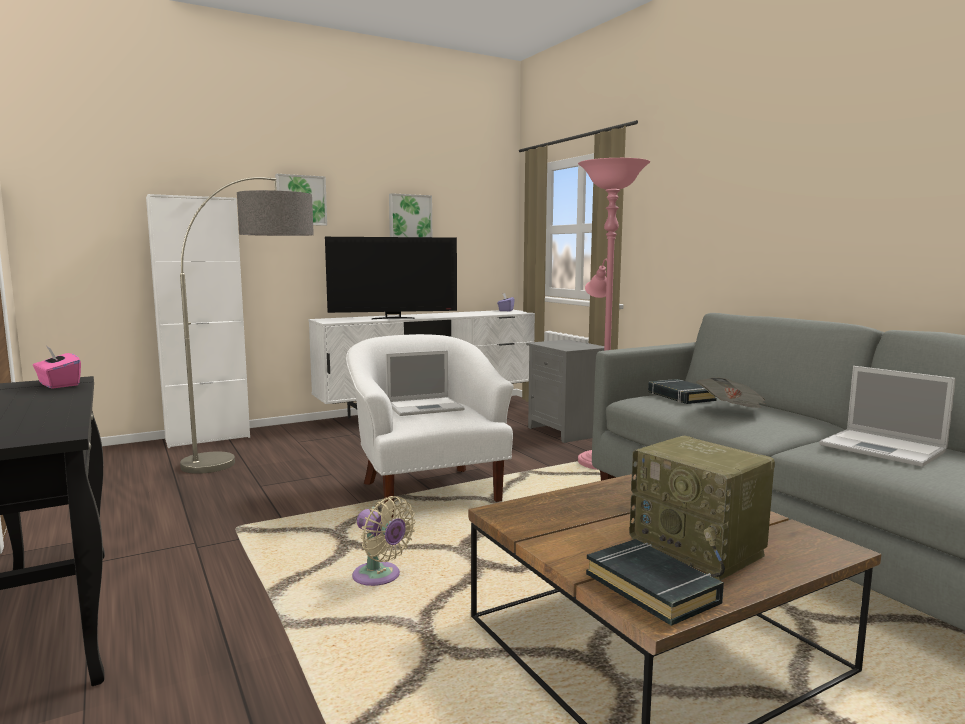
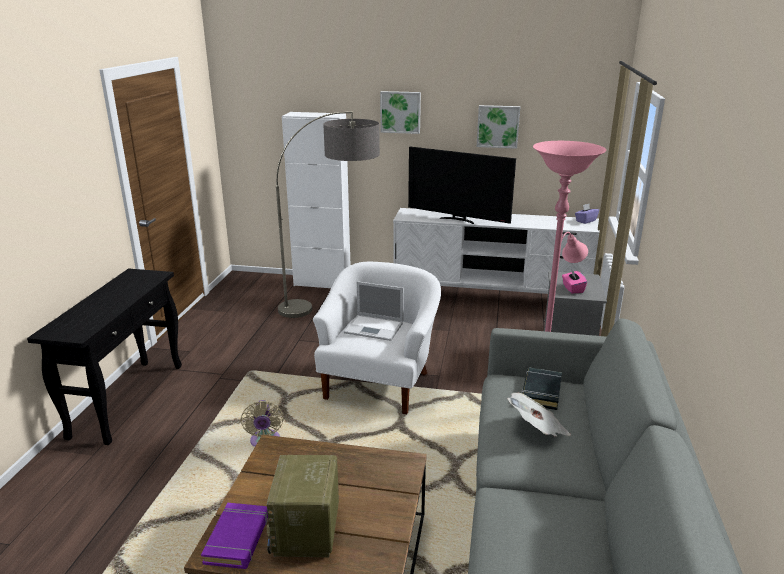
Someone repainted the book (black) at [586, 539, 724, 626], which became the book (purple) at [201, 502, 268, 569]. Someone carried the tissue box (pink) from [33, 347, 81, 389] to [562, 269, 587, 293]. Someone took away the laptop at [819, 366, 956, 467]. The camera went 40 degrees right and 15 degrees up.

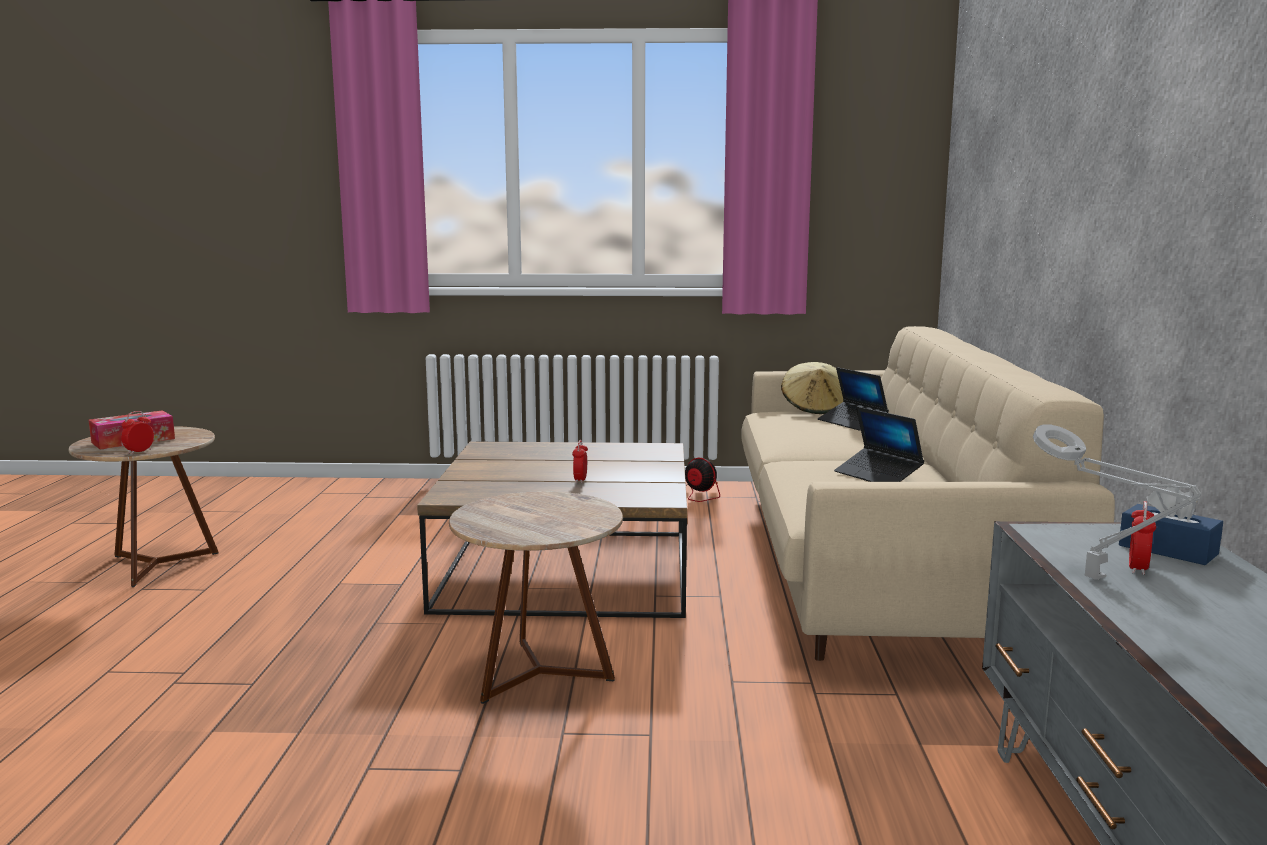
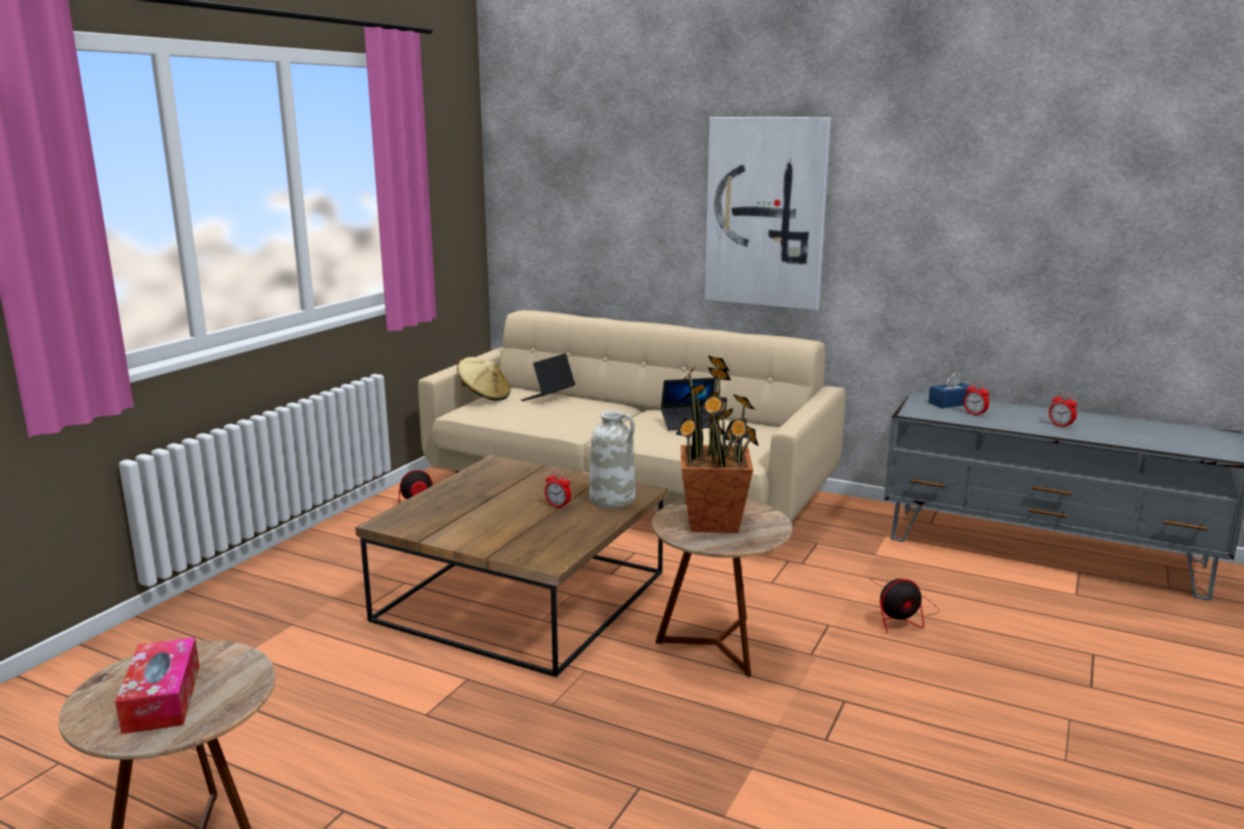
Someone rotated the laptop at [818, 367, 889, 431] by 135 degrees clockwise. Someone put down the vase (white) at [589, 411, 635, 508]. Someone put down the potted plant at [675, 356, 759, 533]. Someone put up the picture at [705, 117, 831, 310]. Someone put down the fan at [872, 579, 939, 634]. Someone carried the alarm clock from [121, 411, 154, 454] to [1049, 392, 1077, 428]. Someone took away the table lamp (grey) at [1033, 424, 1201, 580]. The camera went 65 degrees left and 5 degrees up.

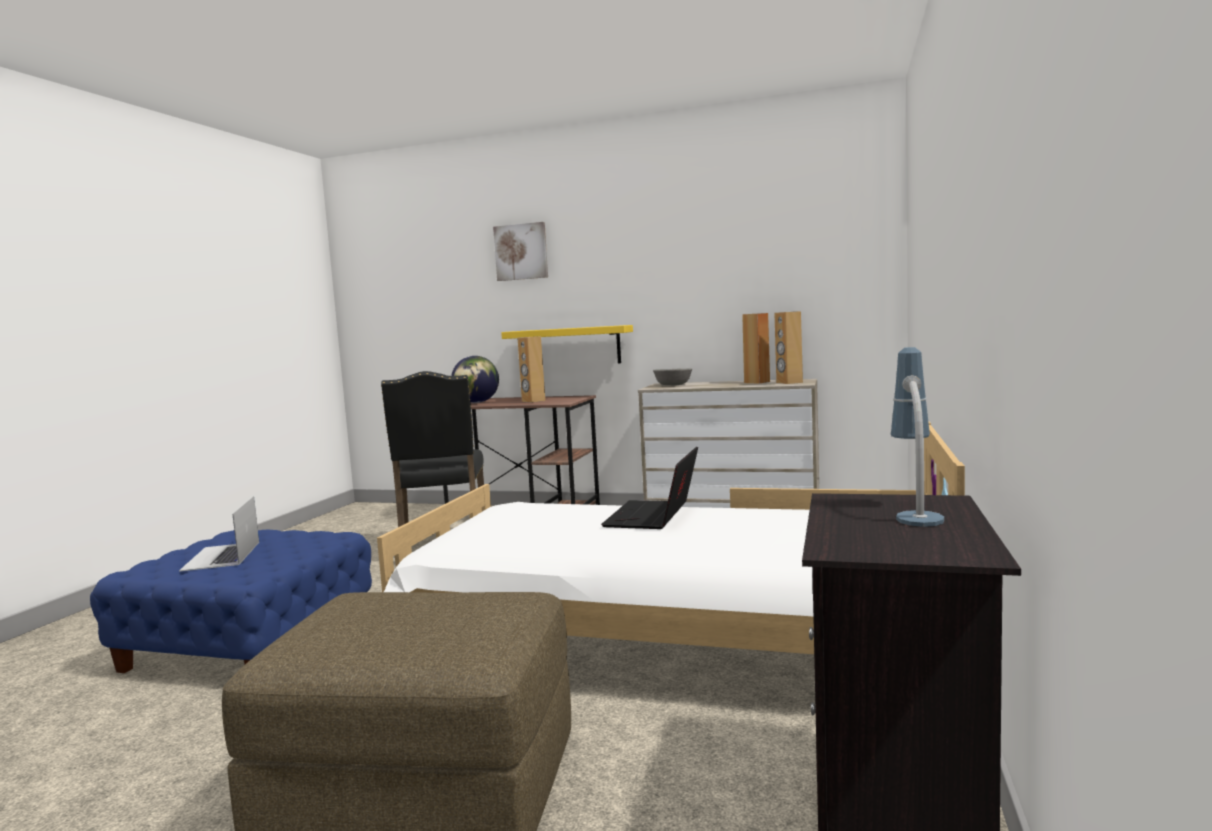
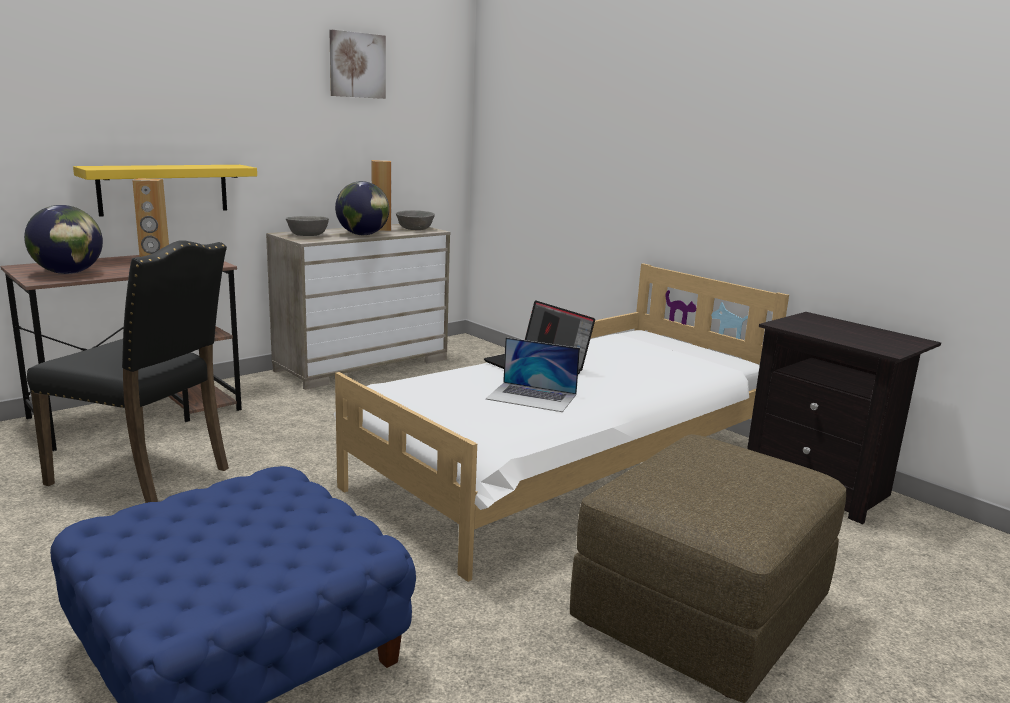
Someone carried the picture from [493, 222, 548, 281] to [329, 30, 386, 99]. Someone put down the globe at [335, 181, 389, 235]. Someone swapped the speaker (brown) at [774, 311, 803, 384] for the bowl (grey) at [396, 210, 435, 230]. Someone carried the laptop from [179, 496, 259, 572] to [486, 337, 580, 412]. Someone took away the table lamp at [891, 347, 944, 527]. The camera went 60 degrees left and 10 degrees up.

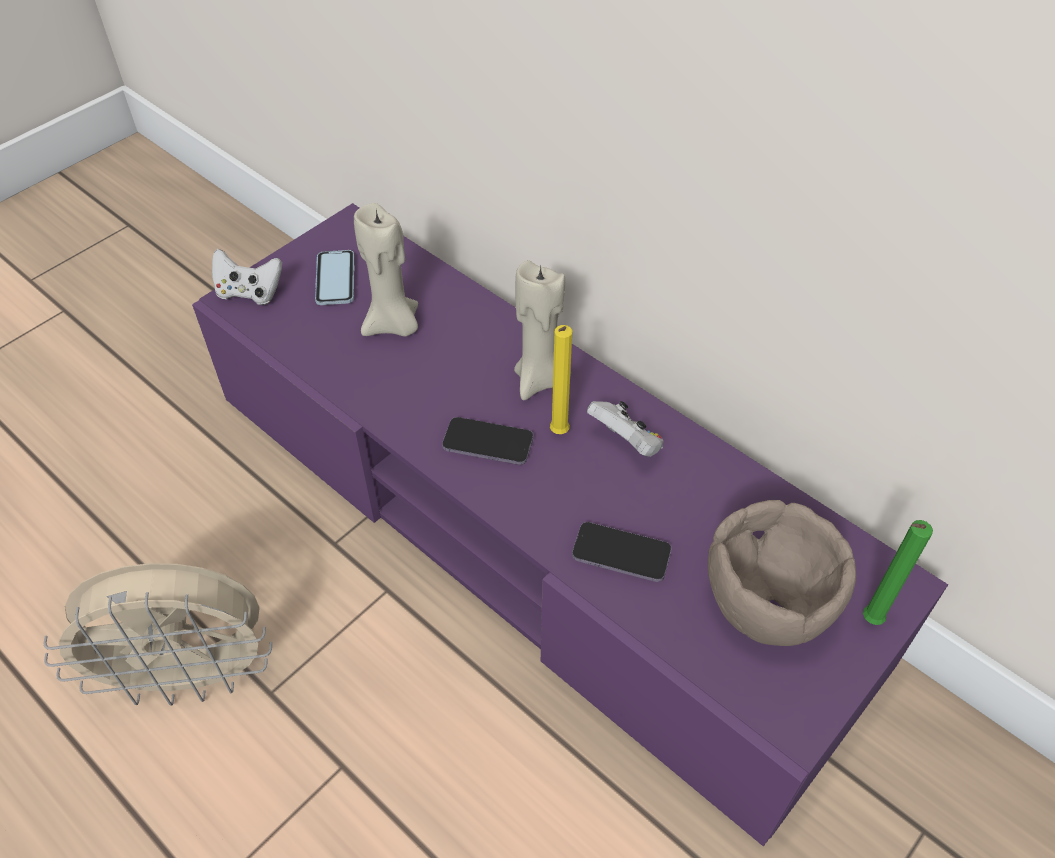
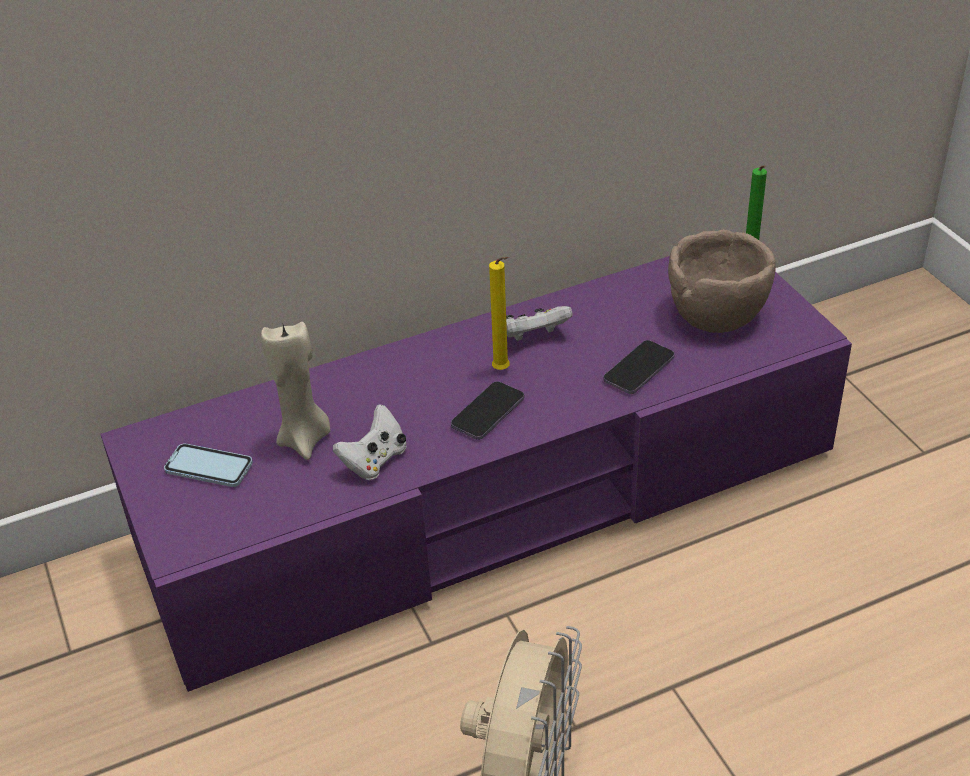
Someone carried the game controller (white) from [212, 249, 282, 305] to [333, 404, 406, 480]. Someone took away the candle (beige) at [514, 260, 571, 400]. The camera went 65 degrees left and 10 degrees down.

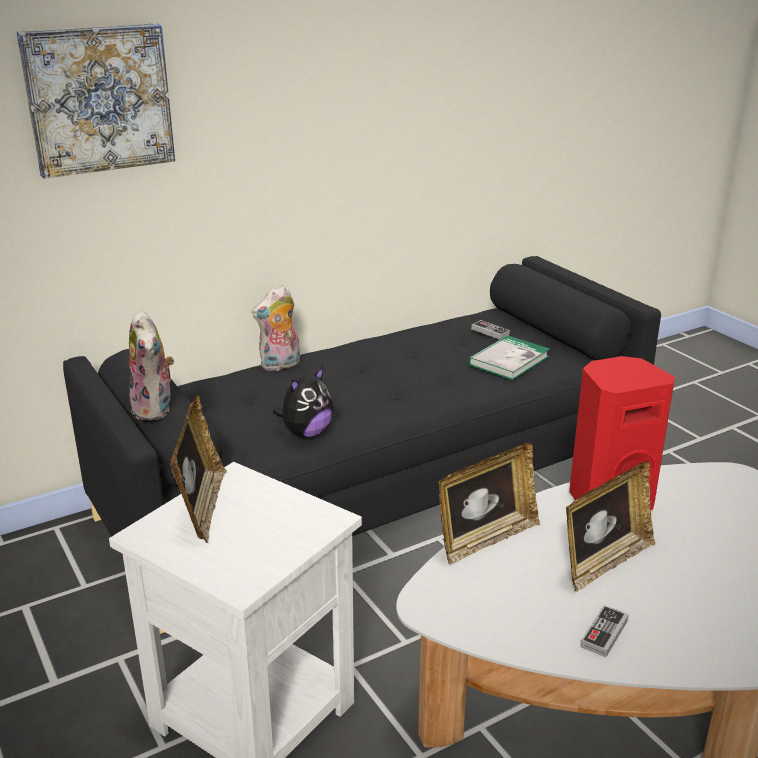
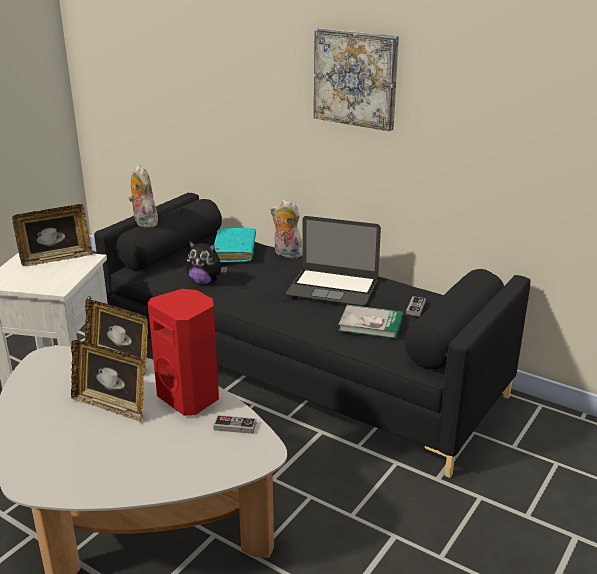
Someone rotated the plush toy at [129, 309, 174, 421] by 105 degrees clockwise. Someone carried the game controller from [580, 605, 629, 657] to [213, 415, 256, 434]. Someone put down the book (turquoise) at [214, 228, 256, 262]. Someone put down the laptop at [286, 216, 381, 306]. Someone carried the picture from [16, 23, 175, 179] to [314, 28, 399, 131]. The camera went 65 degrees right and 0 degrees up.

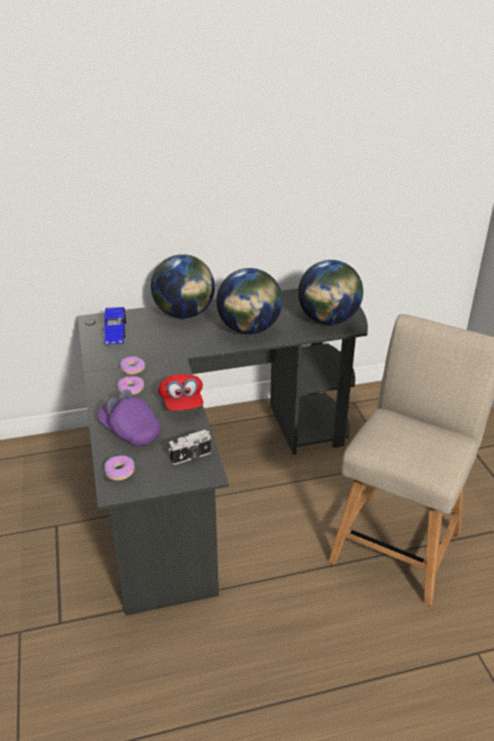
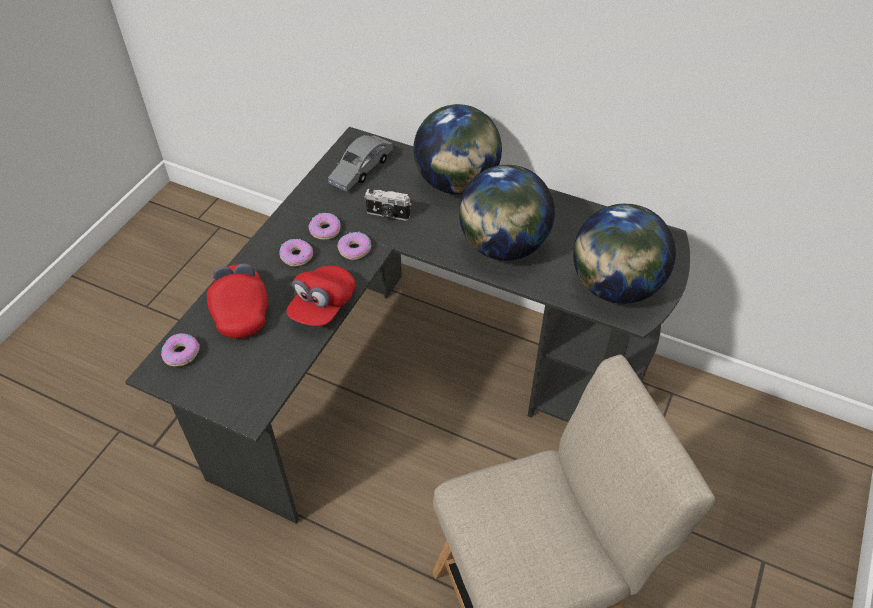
Someone repainted the cap (purple) at [98, 390, 161, 446], which became the cap (red) at [207, 264, 268, 338]. Someone repainted the toy car (blue) at [102, 307, 126, 345], which became the toy car (grey) at [328, 135, 393, 192]. Someone put down the donut at [337, 231, 371, 260]. Someone carried the photo camera from [168, 430, 212, 465] to [365, 189, 411, 221]. The camera went 40 degrees right and 15 degrees up.

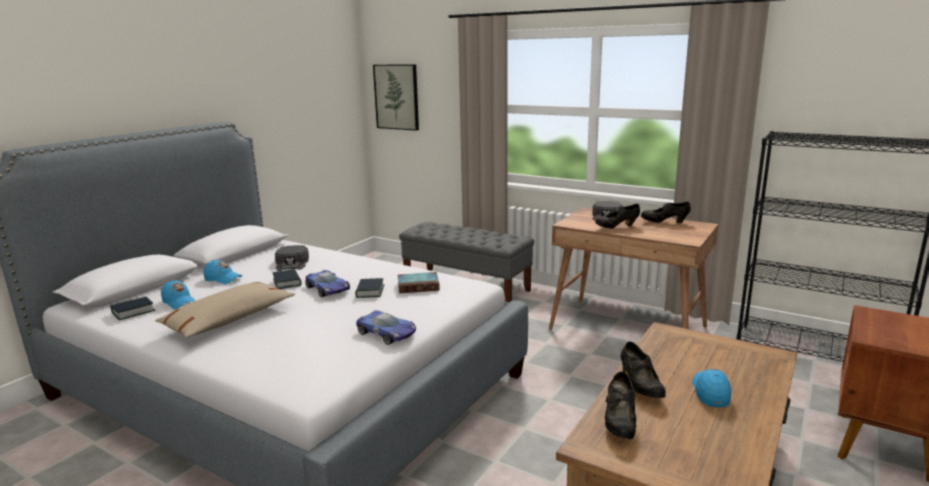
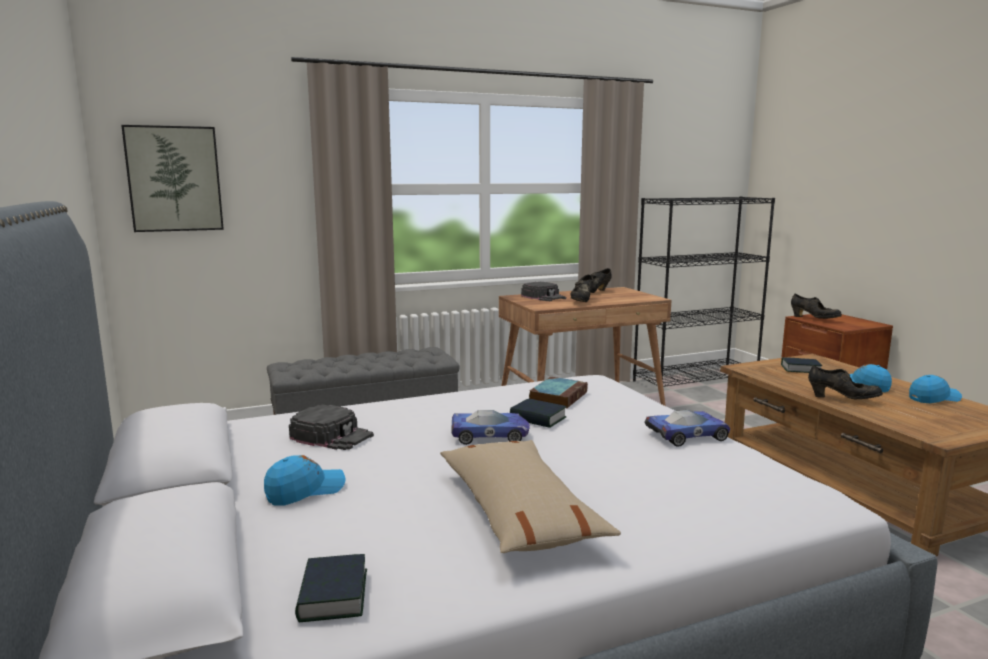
Someone carried the book from [272, 269, 301, 289] to [781, 357, 822, 373]. Someone carried the shoe (black) from [605, 372, 636, 439] to [791, 294, 842, 319]. Someone carried the cap (blue) from [161, 280, 196, 309] to [909, 375, 962, 403]. The camera went 55 degrees left and 5 degrees down.

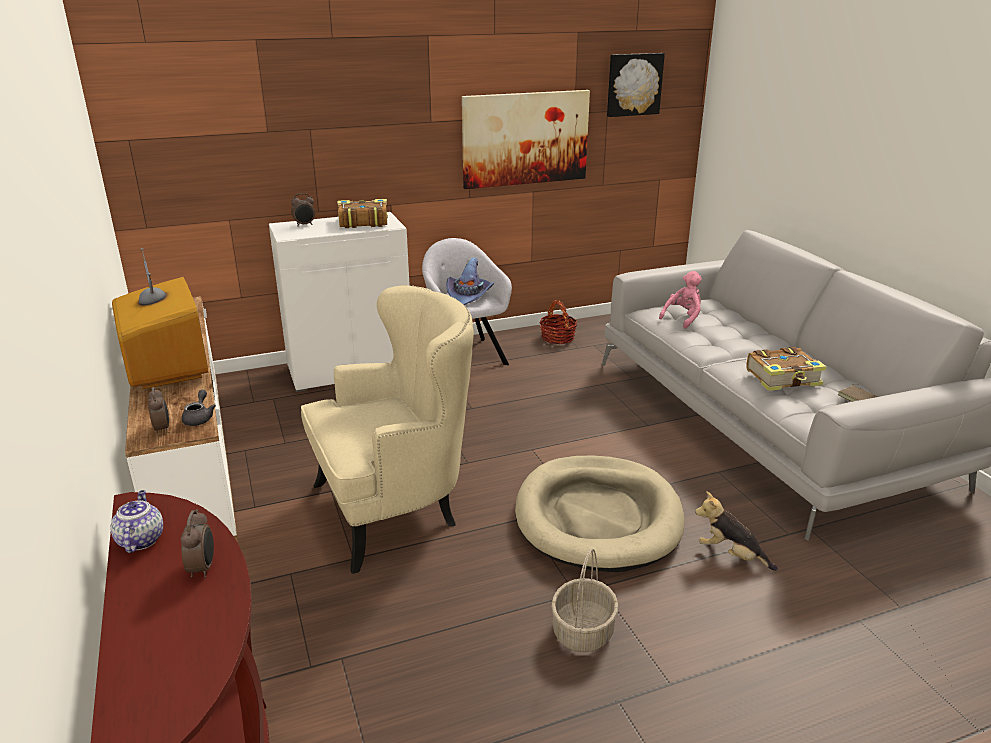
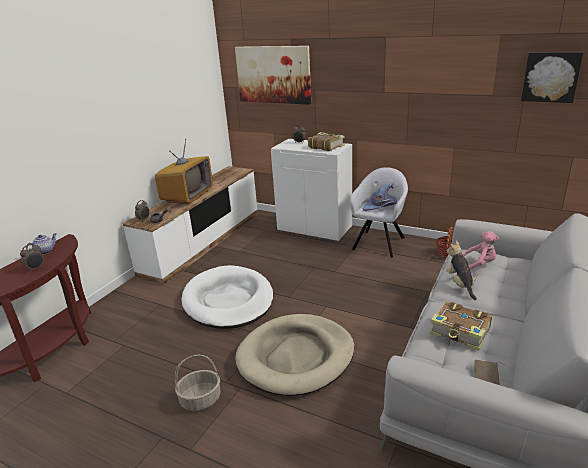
Someone swapped the armchair (beige) at [301, 285, 474, 574] for the dog bed (white) at [181, 265, 273, 329]. Someone carried the picture from [462, 90, 590, 189] to [235, 46, 311, 105]. Someone carried the plush toy from [695, 491, 778, 571] to [447, 240, 477, 300]. The camera went 50 degrees right and 0 degrees up.

